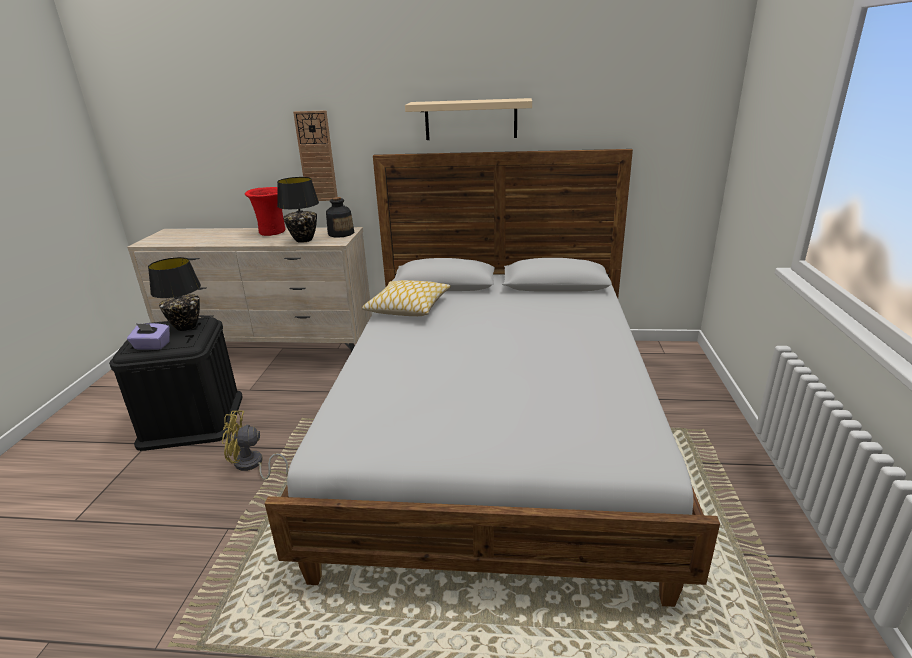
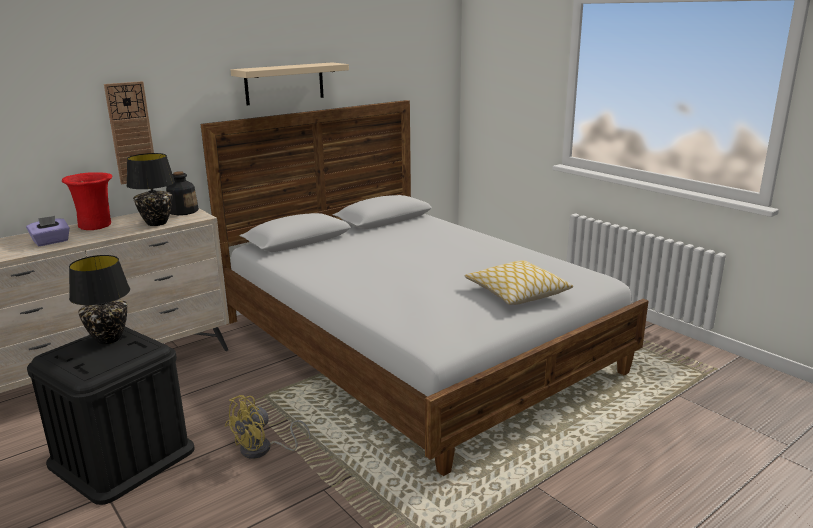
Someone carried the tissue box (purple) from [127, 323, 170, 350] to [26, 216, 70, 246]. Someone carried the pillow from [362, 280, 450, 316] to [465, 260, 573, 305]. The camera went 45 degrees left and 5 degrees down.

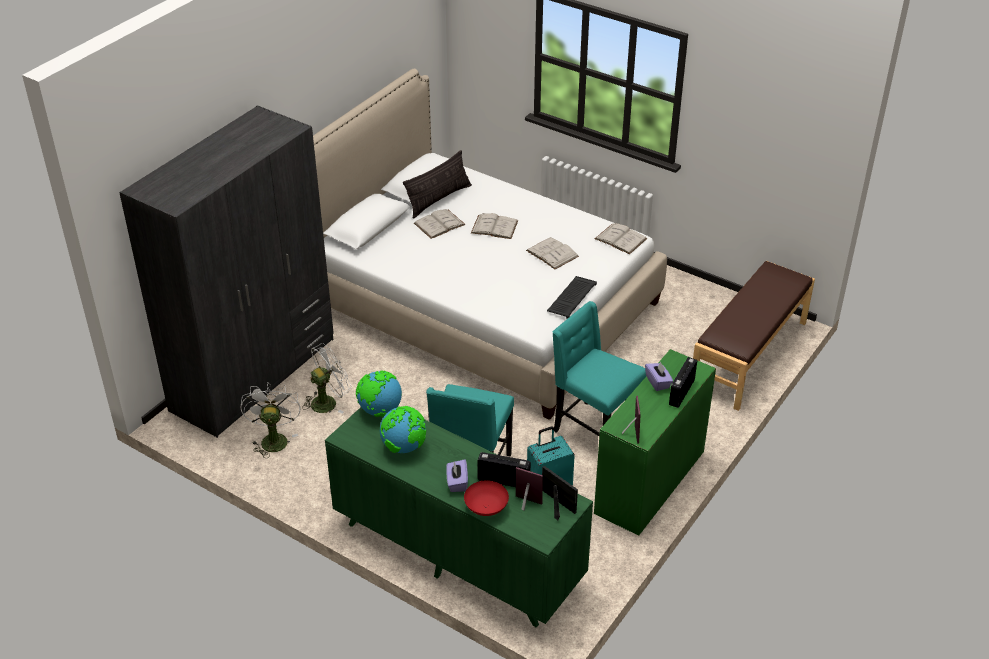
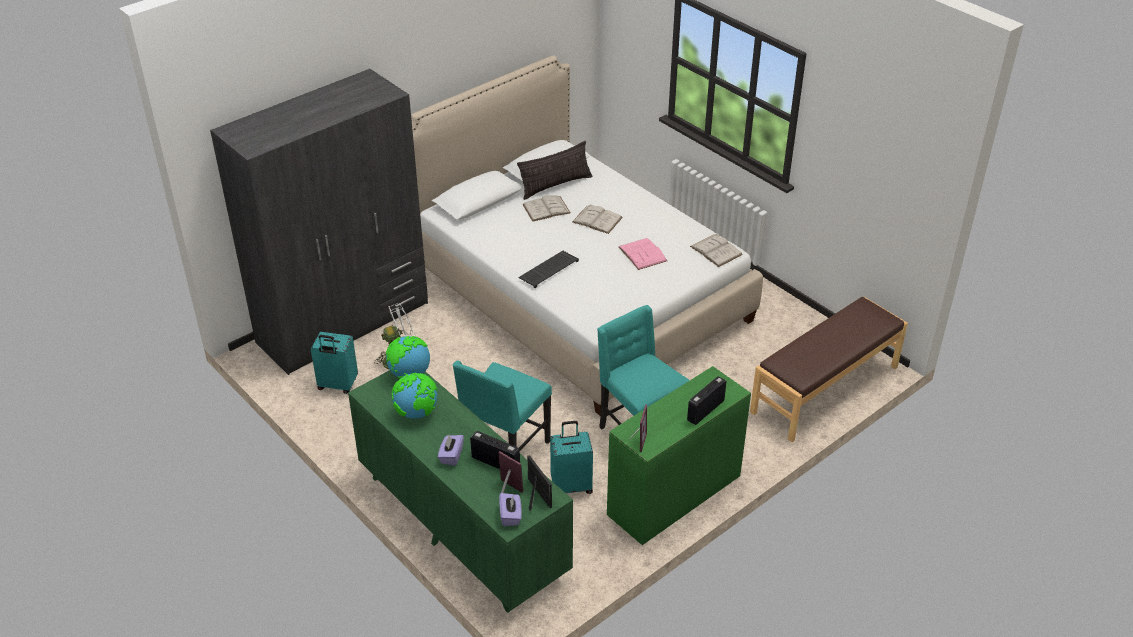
Someone swapped the fan (white) at [240, 382, 300, 458] for the suitcase (turquoise) at [311, 332, 358, 394]. Someone carried the tissue box (purple) from [645, 361, 673, 391] to [499, 493, 522, 526]. Someone carried the keyboard from [547, 276, 597, 319] to [518, 251, 579, 288]. Someone repainted the book (white) at [526, 237, 579, 270], which became the book (pink) at [619, 238, 667, 270]. Someone took away the bowl (red) at [464, 480, 509, 516]. The camera went 15 degrees right and 0 degrees up.

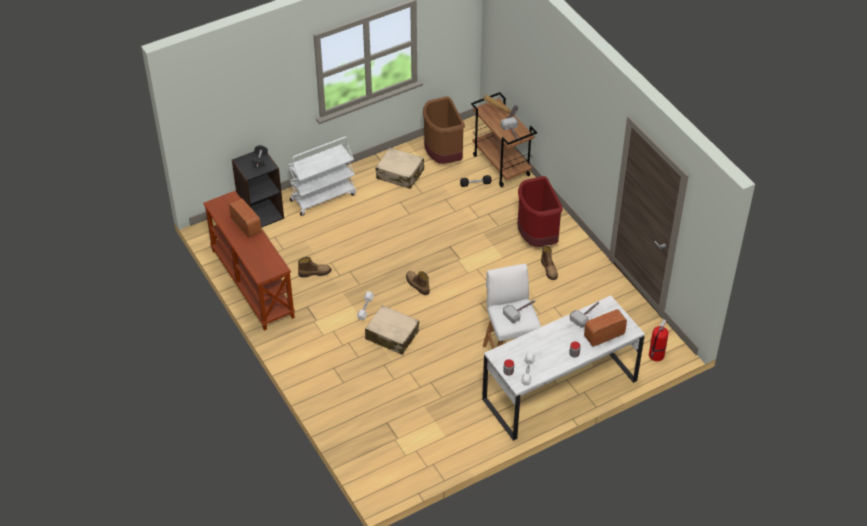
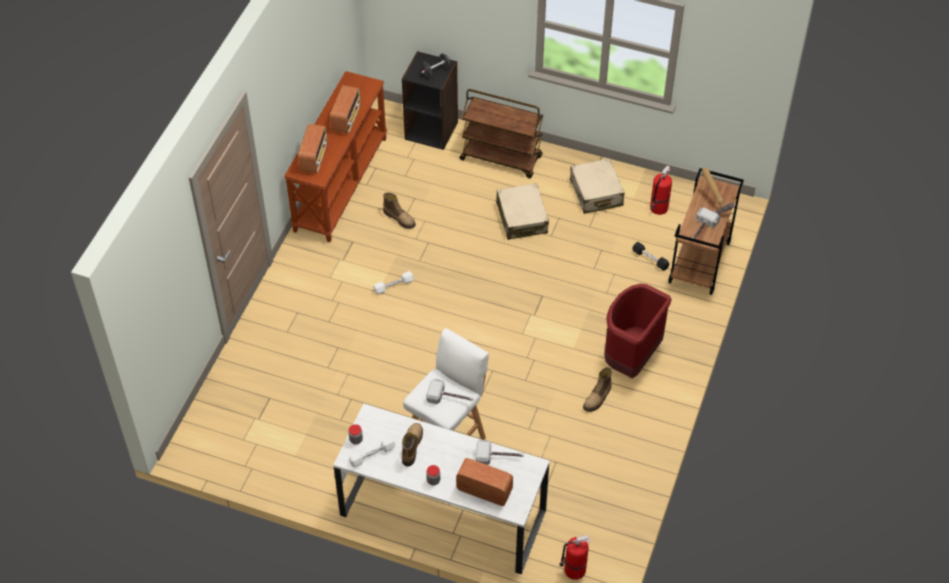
Someone put down the radio at [298, 124, 327, 173]. Someone carried the boot from [406, 271, 430, 295] to [402, 423, 423, 467]. Someone repainted the cart (white) at [288, 137, 356, 216], which became the cart (brown) at [459, 89, 543, 178]. Someone carried the suitcase (beige) from [365, 305, 419, 355] to [496, 183, 549, 240]. Someone swapped the trash can (brown) at [423, 96, 465, 164] for the fire extinguisher at [650, 165, 672, 215]. The camera went 50 degrees right and 5 degrees up.

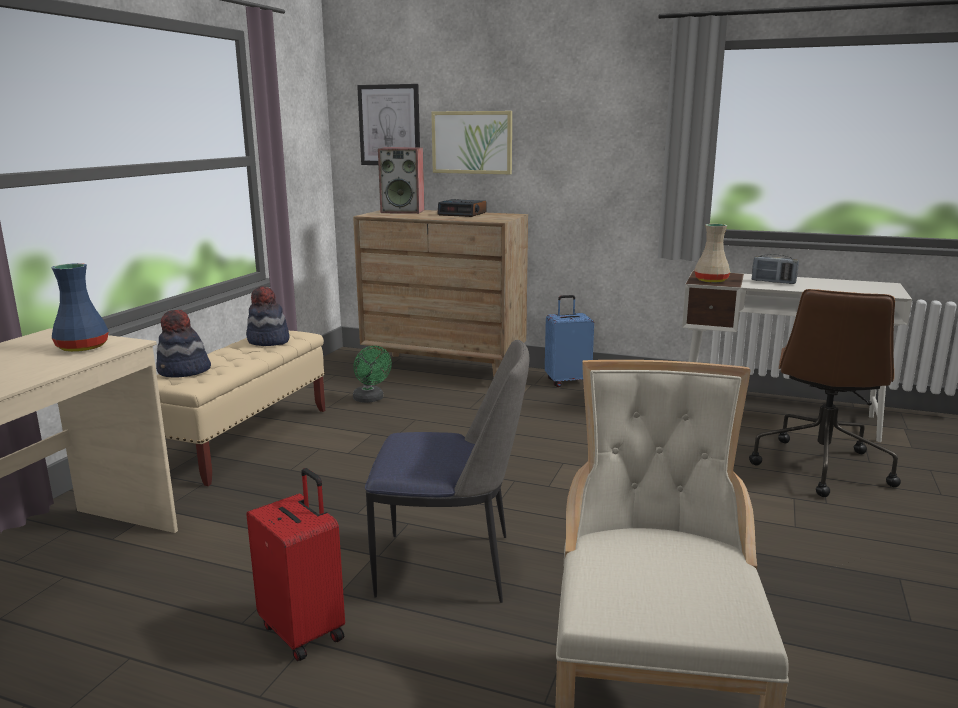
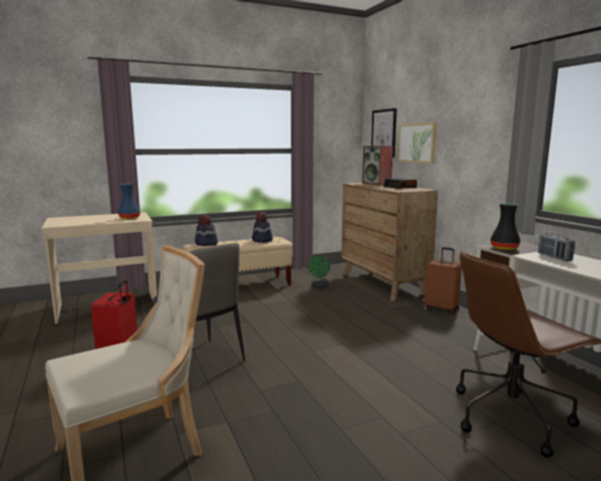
Someone repainted the suitcase (blue) at [545, 295, 594, 387], which became the suitcase (brown) at [424, 247, 462, 314]. Someone repainted the vase (beige) at [694, 224, 730, 283], which became the vase (black) at [490, 203, 520, 250]. The camera went 45 degrees right and 5 degrees down.

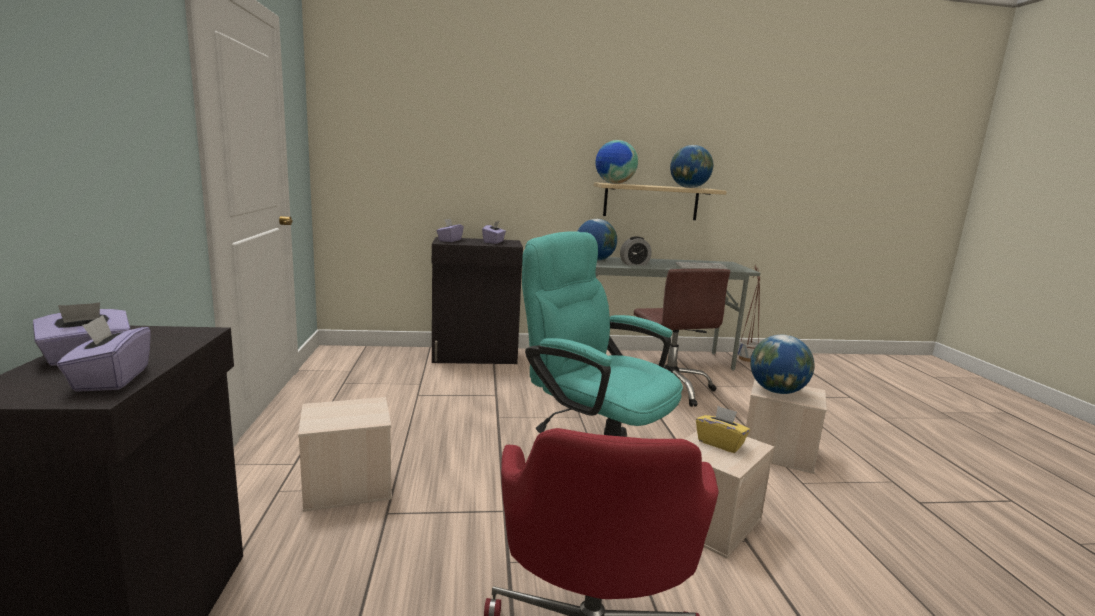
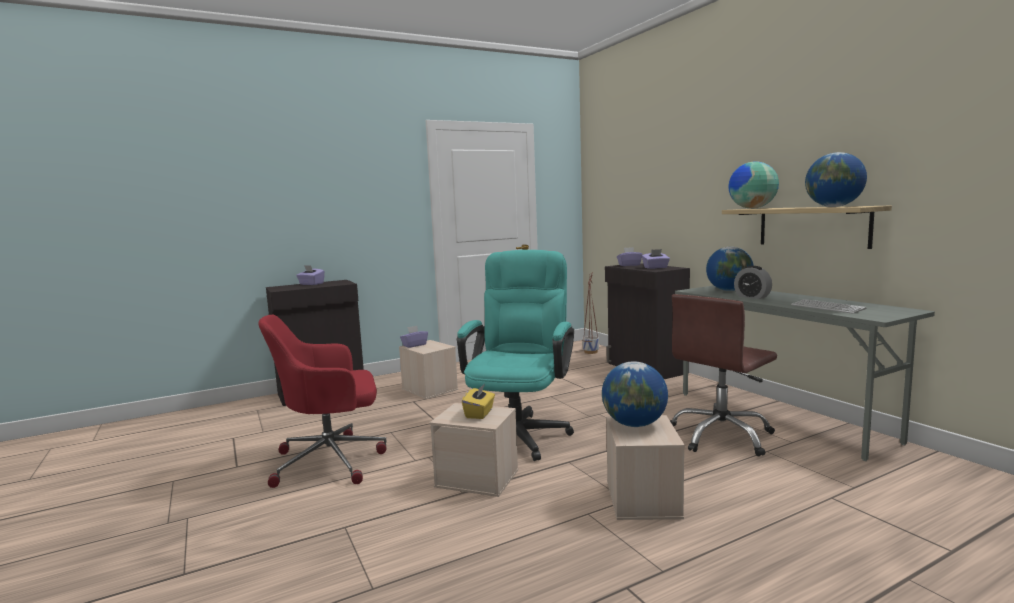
Someone carried the tissue box (purple) from [57, 315, 151, 392] to [400, 326, 428, 348]. Someone carried the planter from [738, 265, 761, 362] to [582, 272, 599, 354]. The camera went 70 degrees right and 5 degrees down.

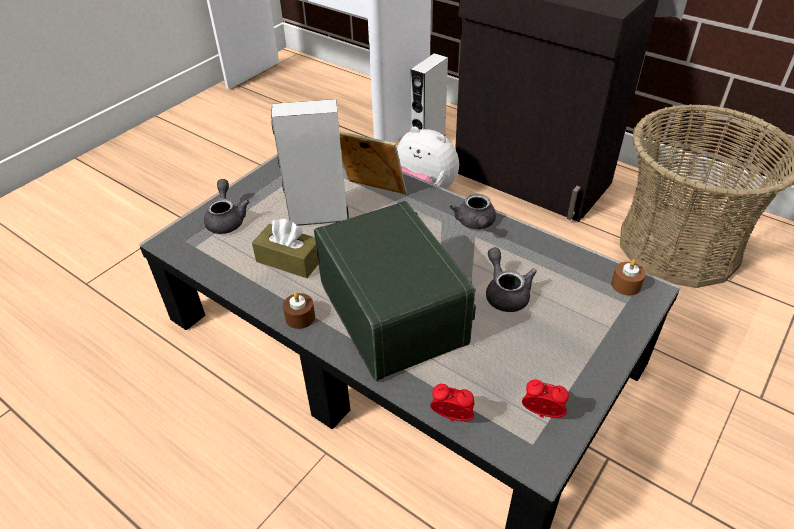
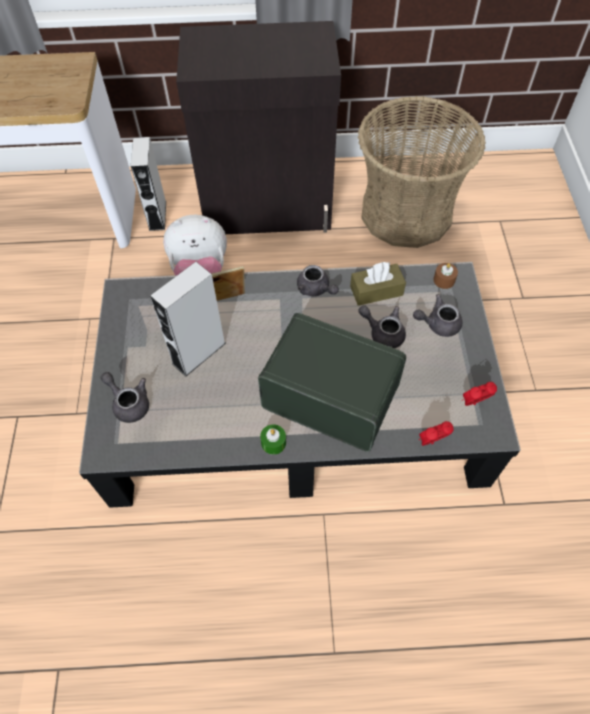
Someone repainted the candle (brown) at [283, 292, 315, 329], which became the candle (green) at [260, 425, 286, 455]. Someone carried the tissue box (brown) from [252, 219, 318, 278] to [350, 262, 406, 306]. Someone put down the teapot (grey) at [413, 294, 462, 337]. The camera went 40 degrees left and 15 degrees up.

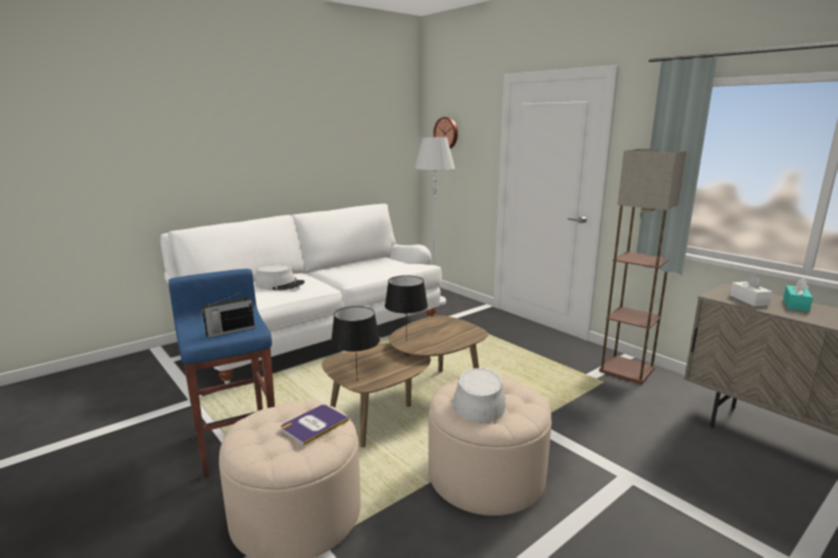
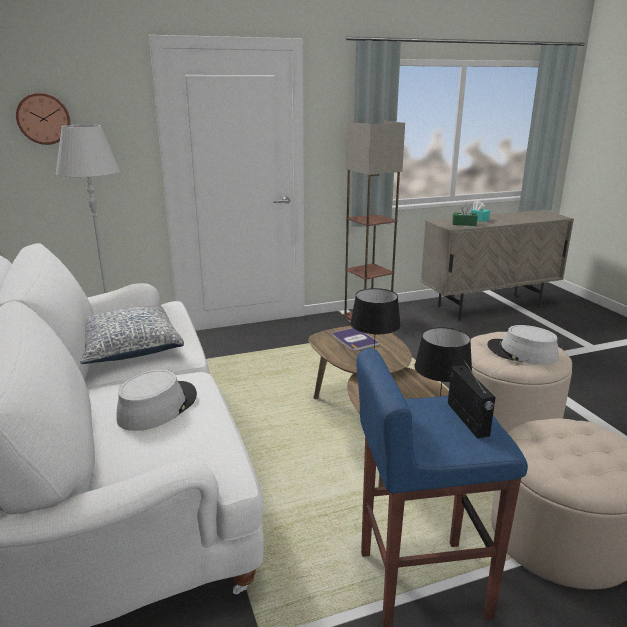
Someone put down the pillow at [80, 306, 184, 364]. Someone carried the book from [281, 405, 349, 446] to [332, 328, 379, 351]. Someone repainted the tissue box (white) at [730, 273, 772, 306], which became the tissue box (green) at [452, 205, 477, 226]. The camera went 70 degrees left and 5 degrees up.

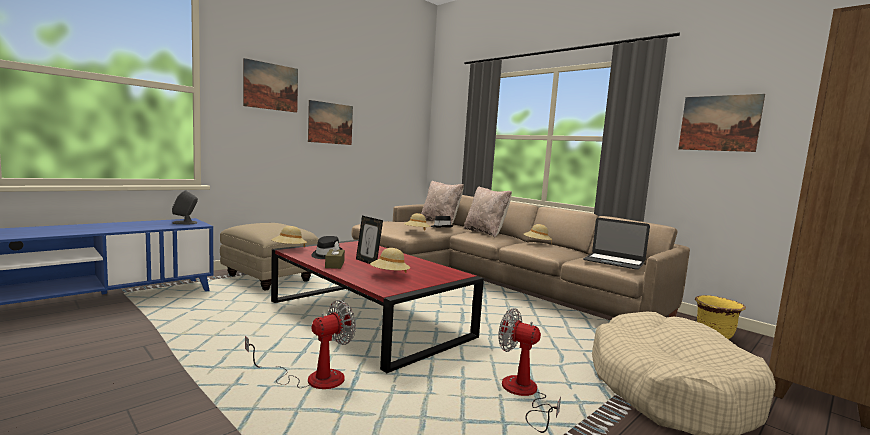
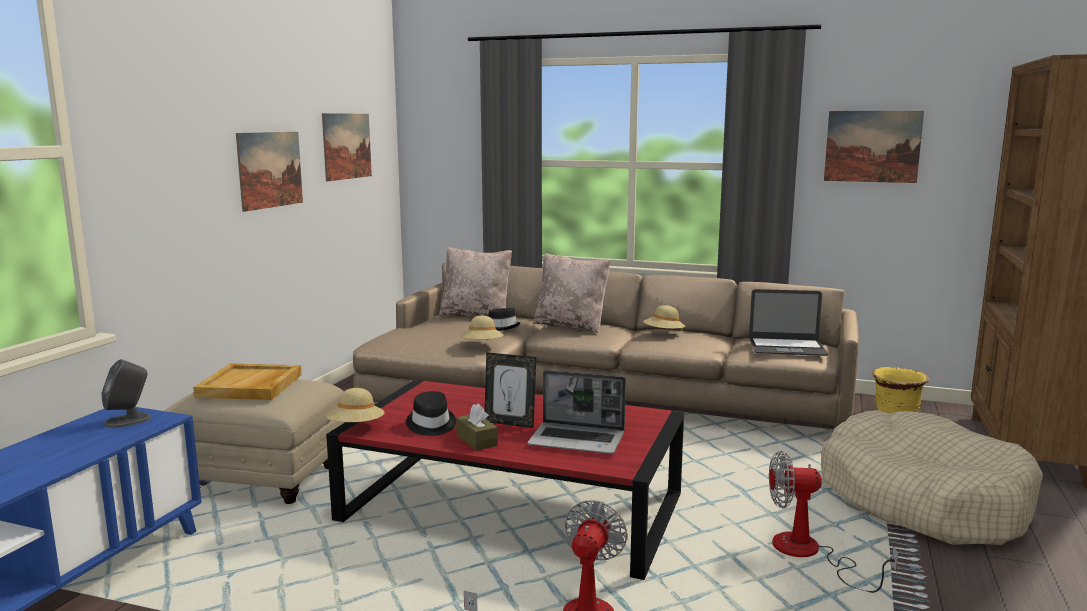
Someone put down the tray (beige) at [193, 363, 302, 400]. Someone carried the picture from [243, 58, 298, 113] to [322, 113, 372, 181]. Someone swapped the hat (beige) at [370, 248, 410, 273] for the laptop at [527, 370, 626, 454]. The camera went 25 degrees left and 5 degrees up.

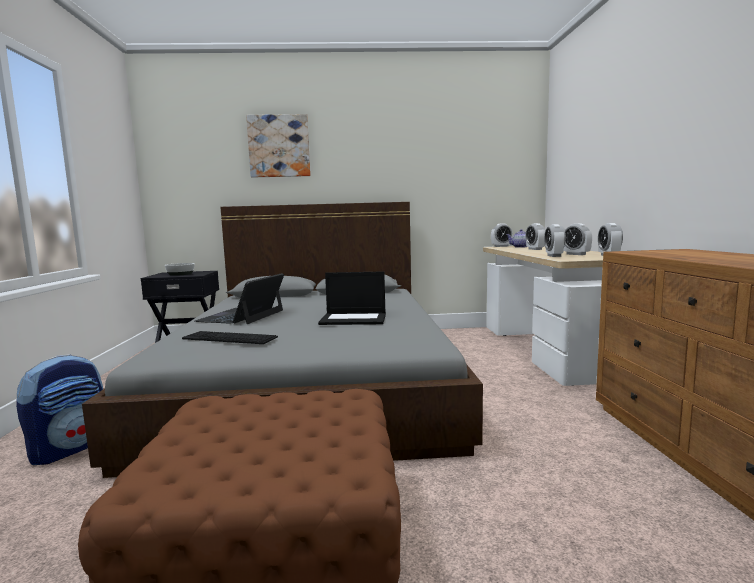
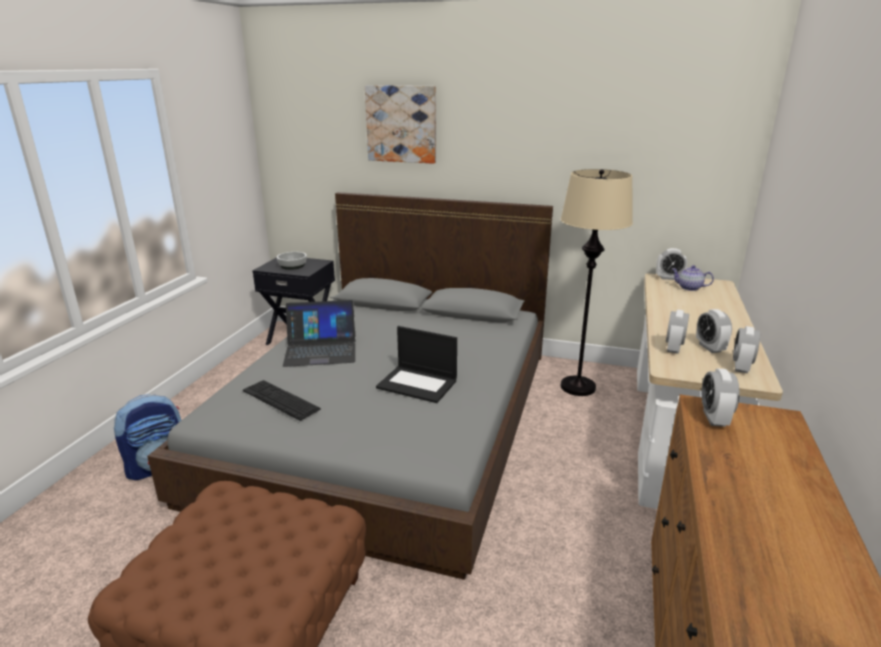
Someone rotated the laptop at [195, 273, 284, 324] by 135 degrees counterclockwise. Someone put down the floor lamp (beige) at [561, 169, 633, 396]. Someone carried the alarm clock from [525, 223, 545, 250] to [702, 368, 740, 427]. The camera went 20 degrees right and 15 degrees up.

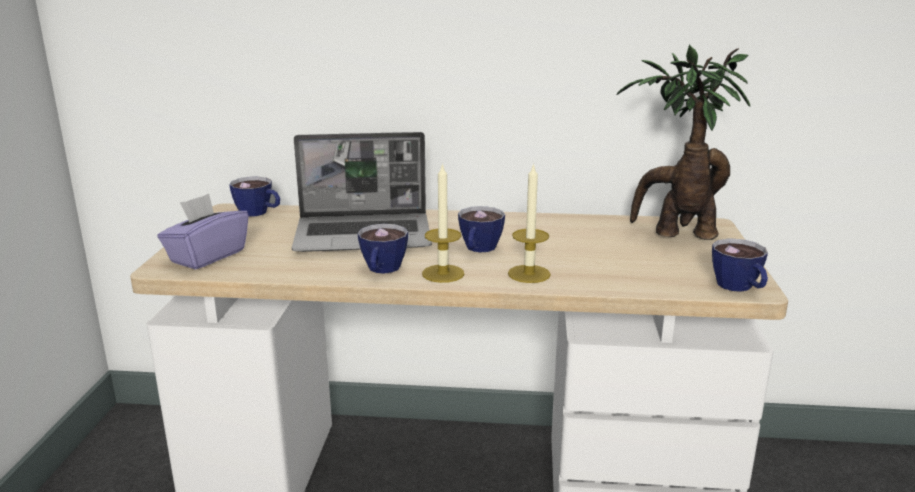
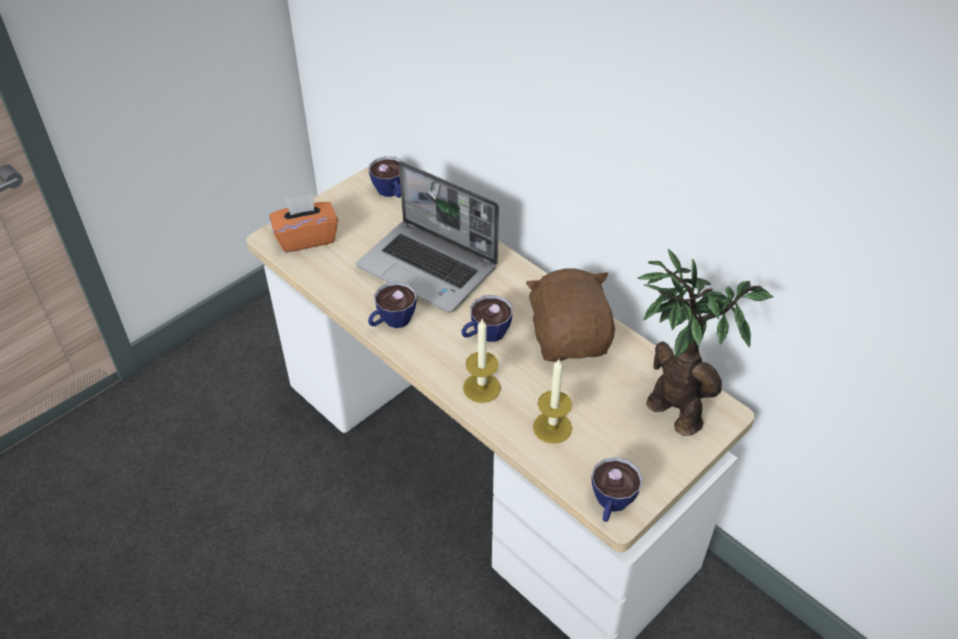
Someone repainted the tissue box (purple) at [157, 194, 249, 270], which became the tissue box (orange) at [269, 194, 338, 252]. Someone put down the plush toy (brown) at [526, 269, 615, 362]. Someone carried the candle from [422, 163, 464, 283] to [533, 360, 572, 444]. The camera went 40 degrees right and 25 degrees up.

